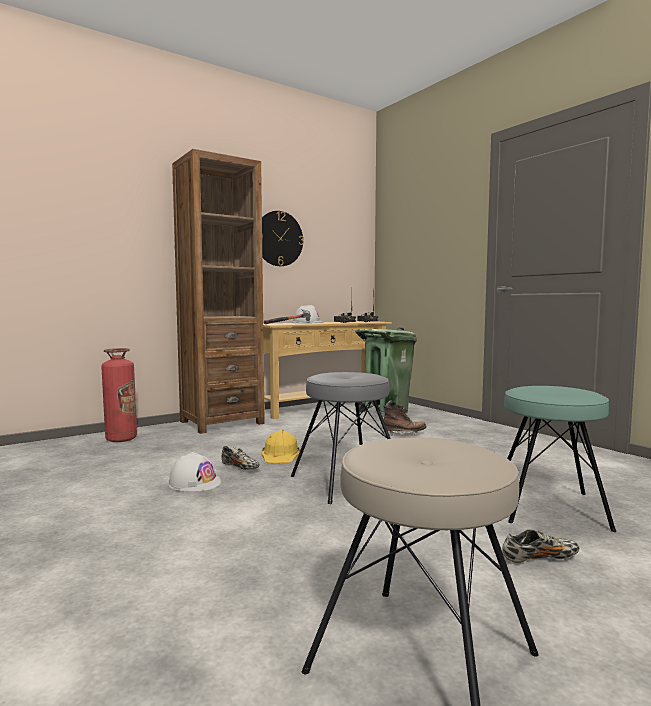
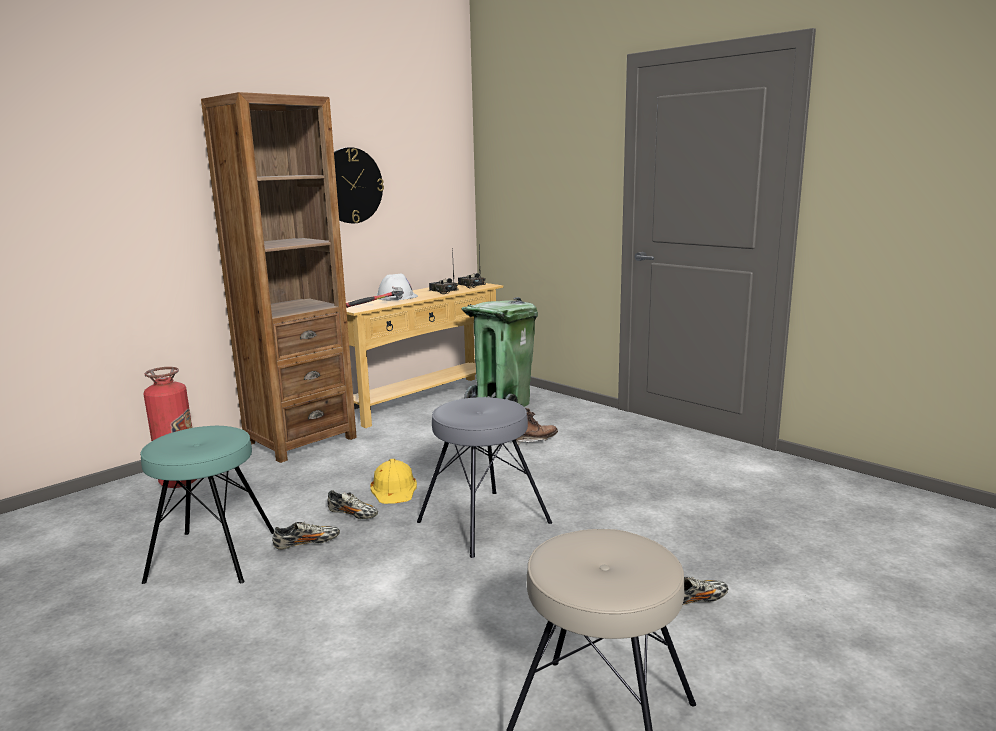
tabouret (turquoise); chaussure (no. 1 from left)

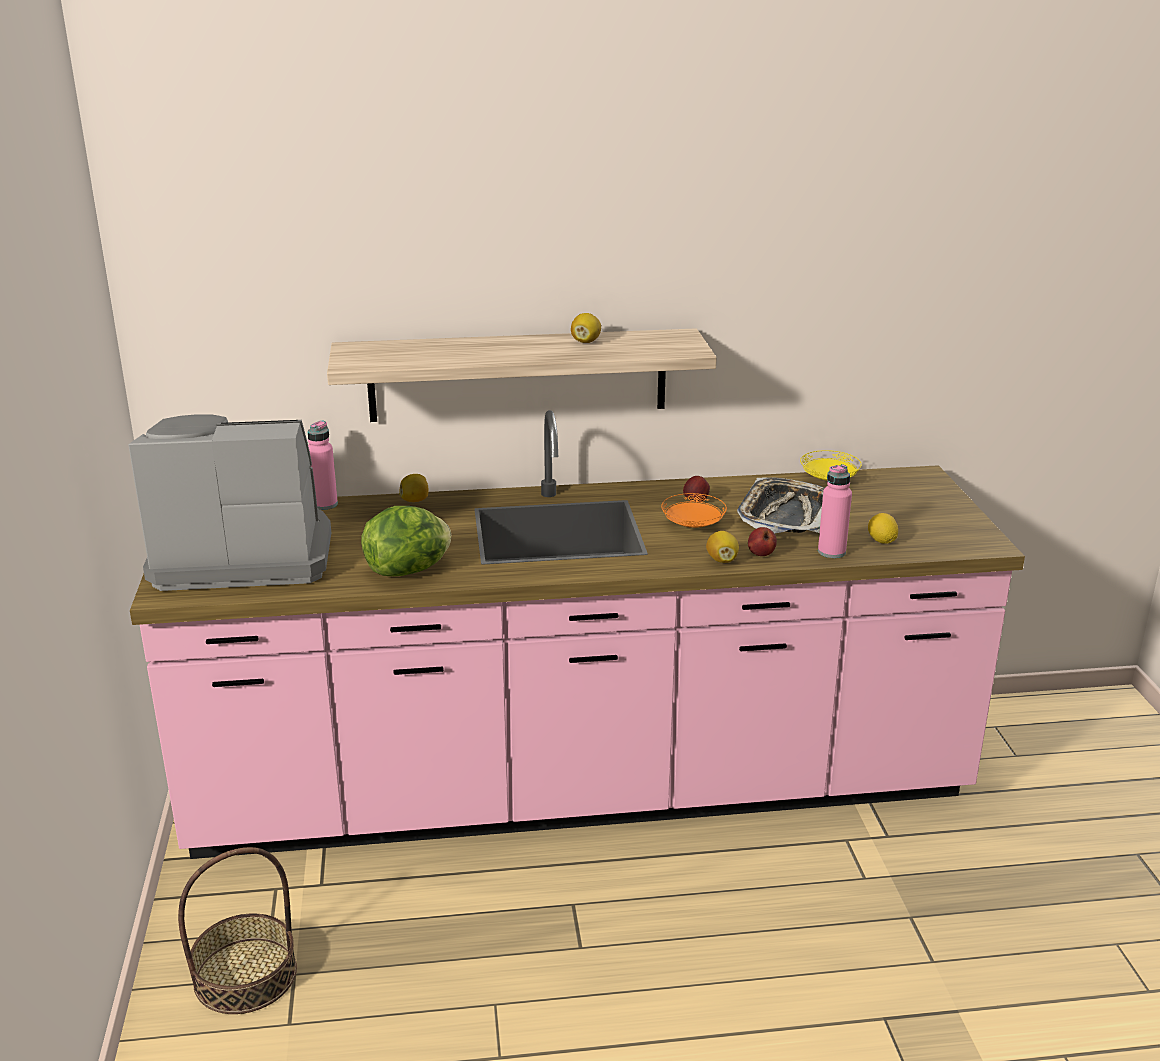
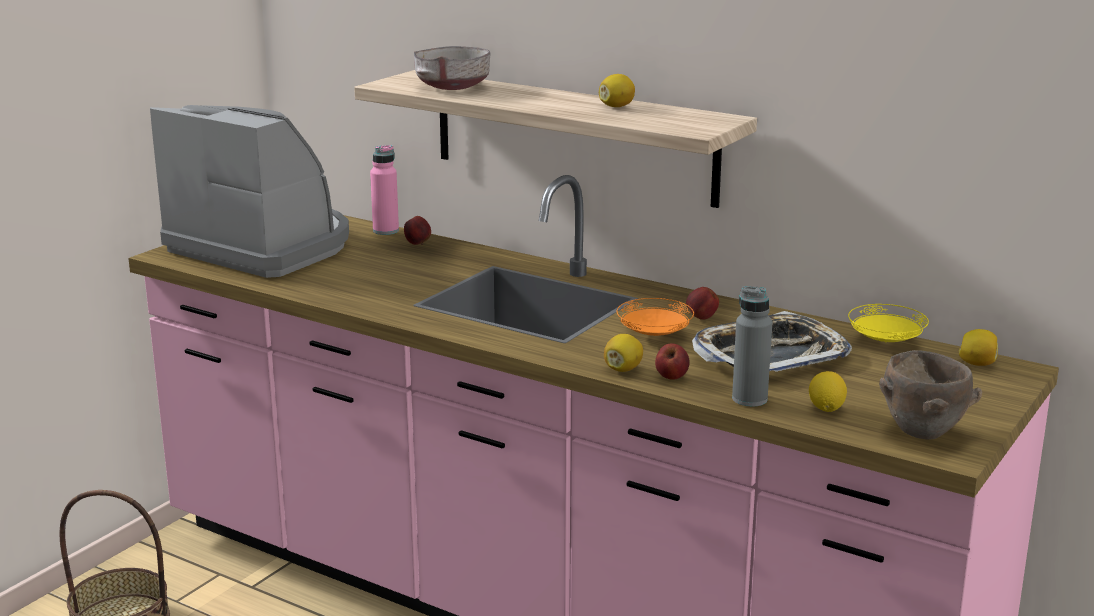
bouteille (gris); citron (no. 4 from left); laitue; bol (gris); pomme (no. 1 from left); bol (marron)

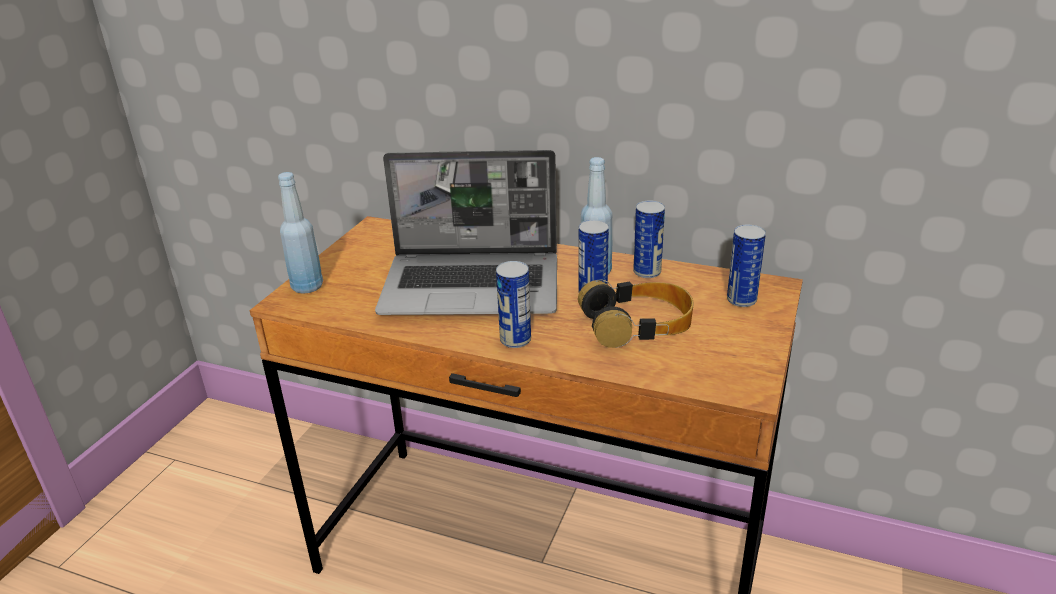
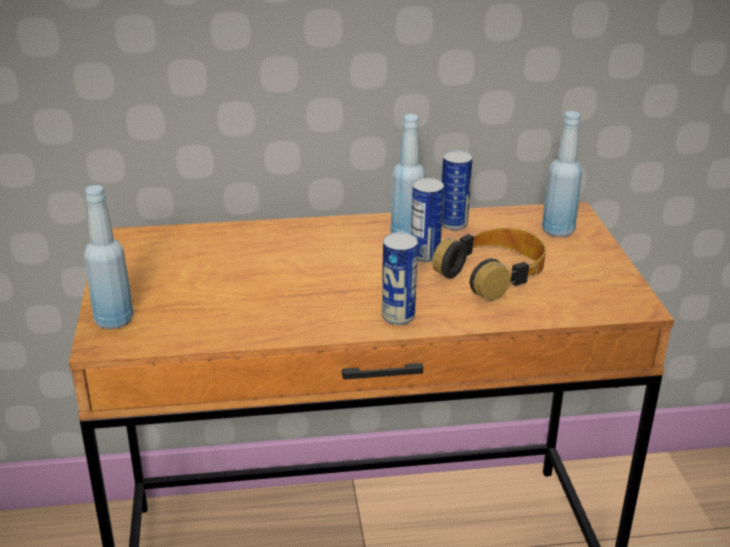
ordinateur portable; bouteille (bleu) (no. 3 from left)

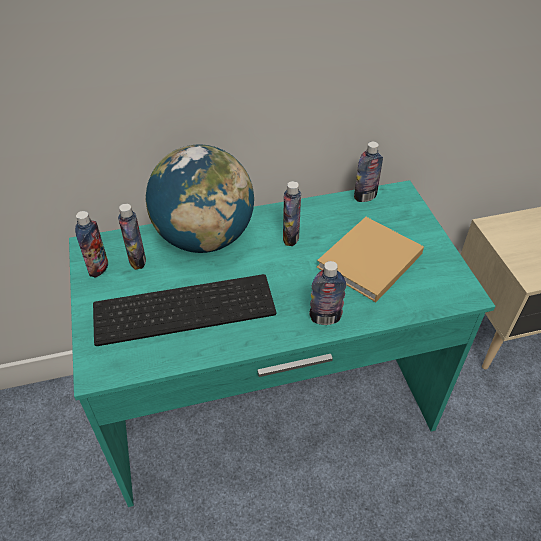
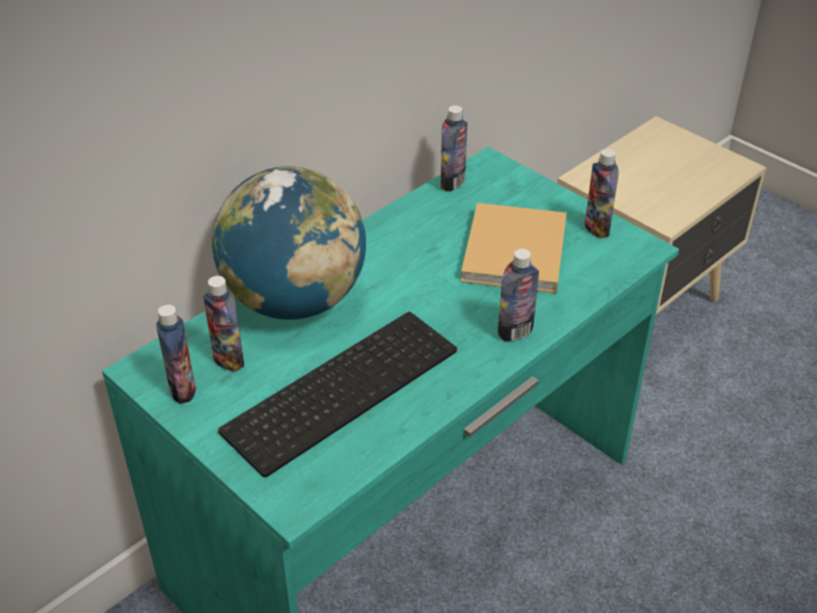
bouteille (no. 5 from left)

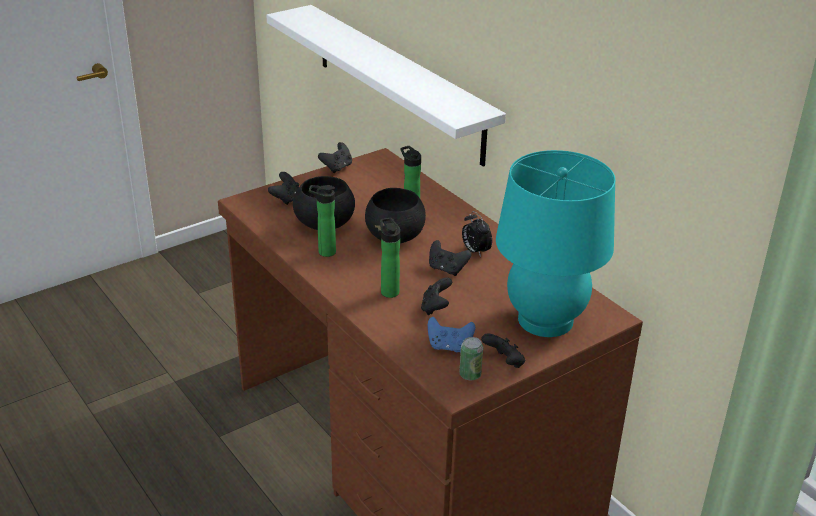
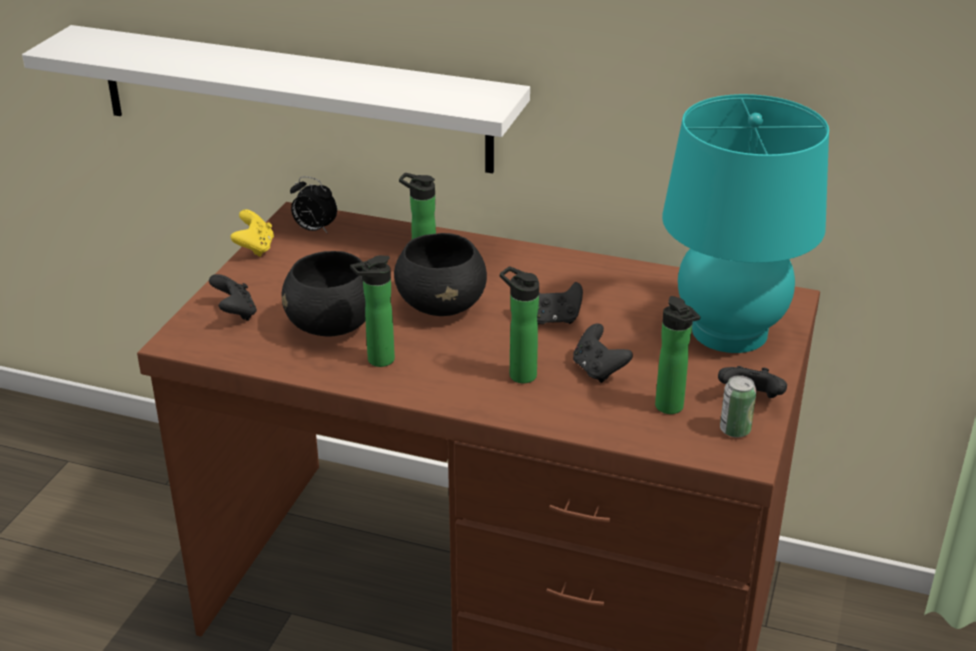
manette (jaune); réveil; bouteille (no. 4 from left)

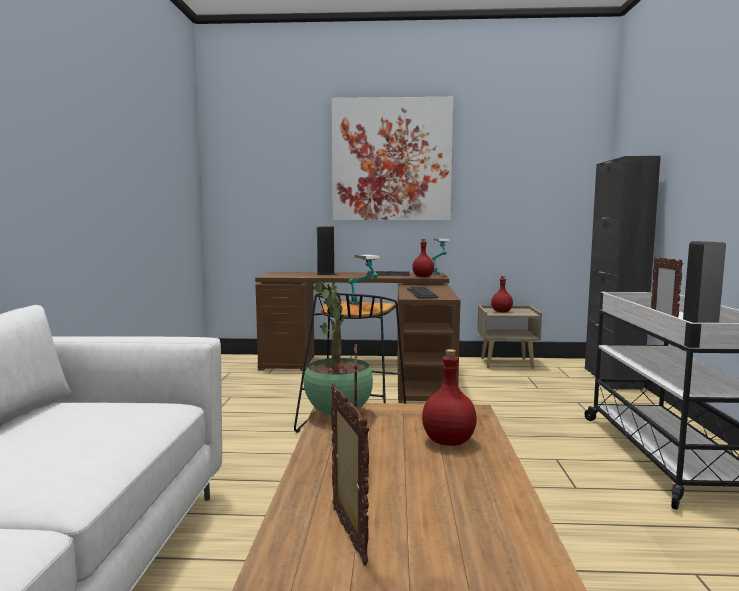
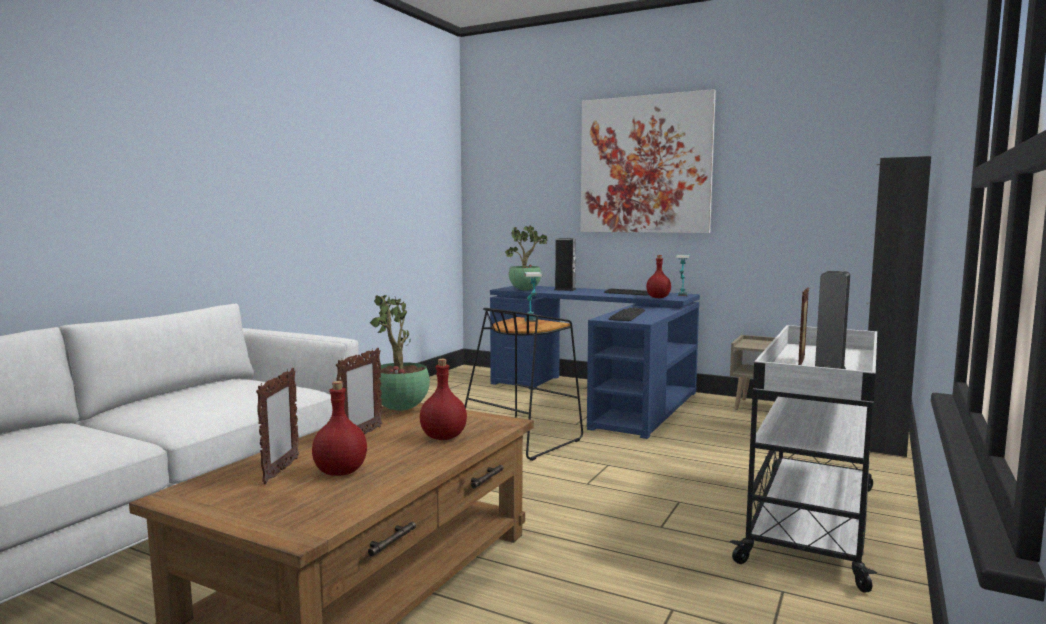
bureau (bleu); bouteille (rouge) (no. 1 from left); plante en pot (no. 2 from left)

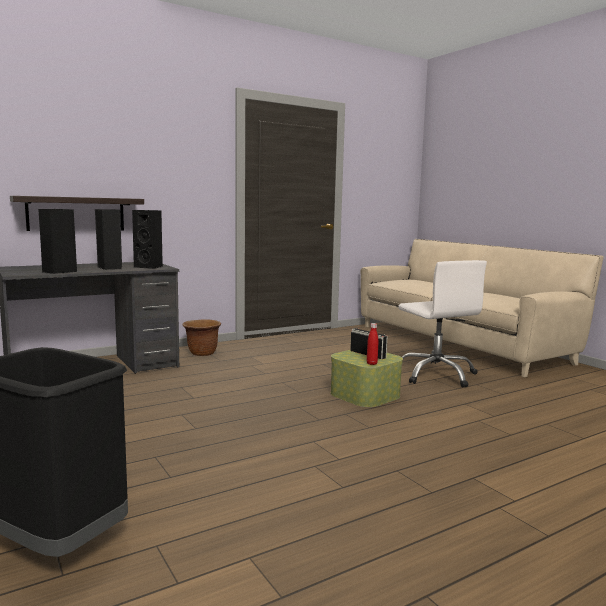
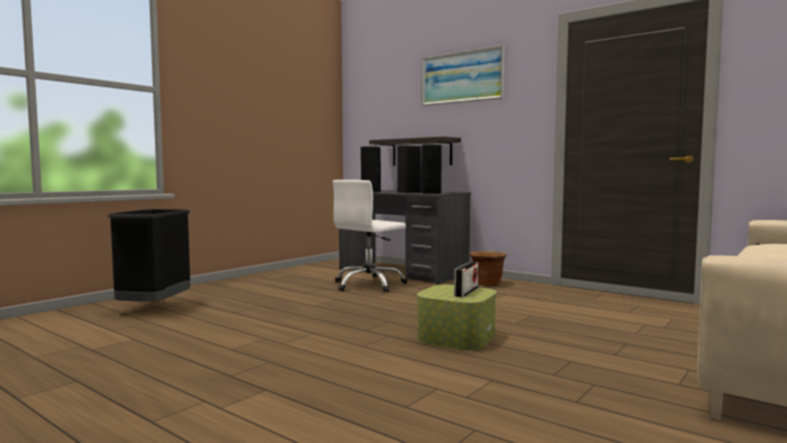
chaise de bureau (blanc); bouteille (rouge); tableau

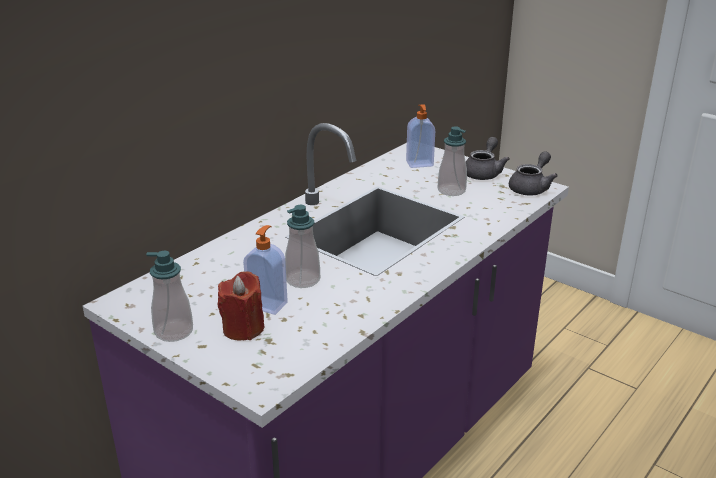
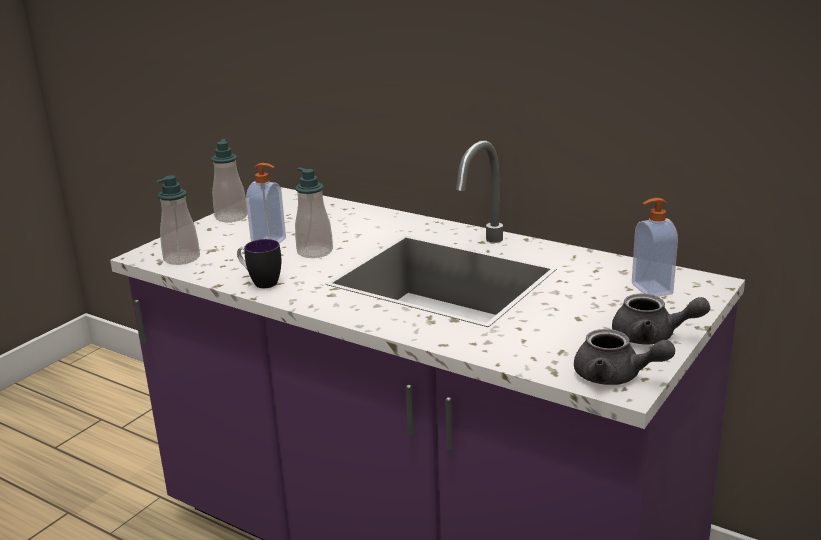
distributeur de savon (no. 1 from left); bougie (rouge); mug

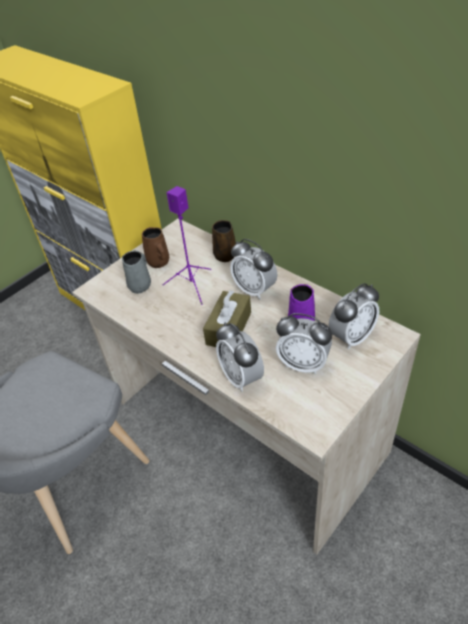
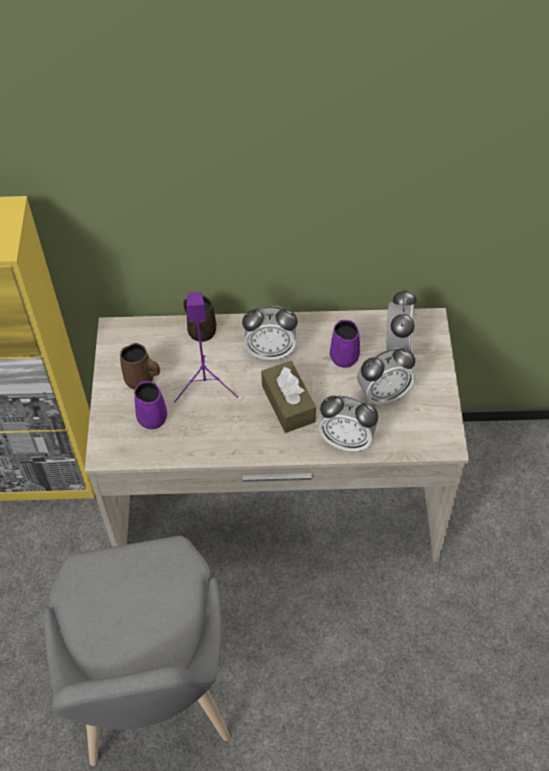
mug (violet) (no. 1 from left)

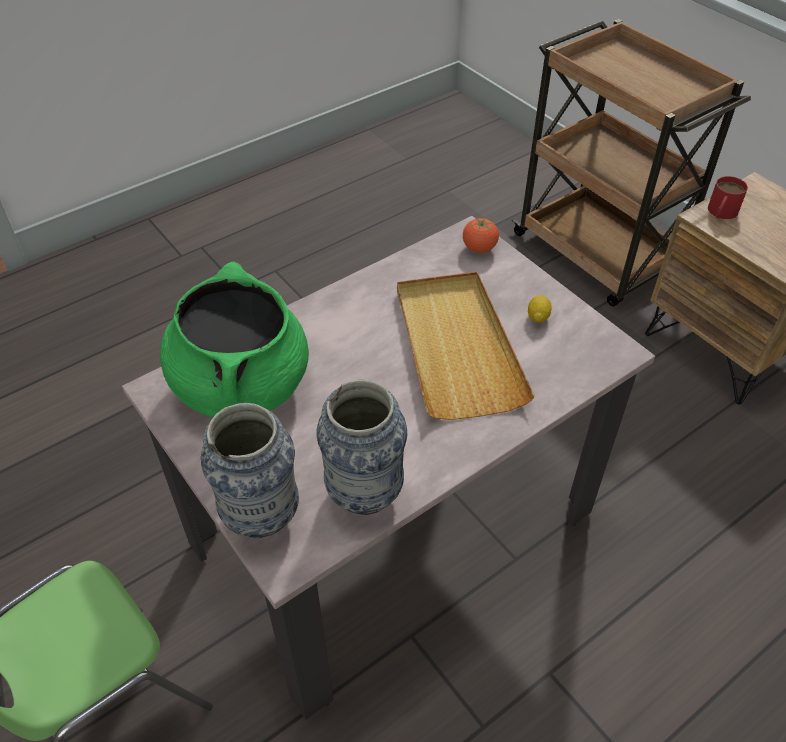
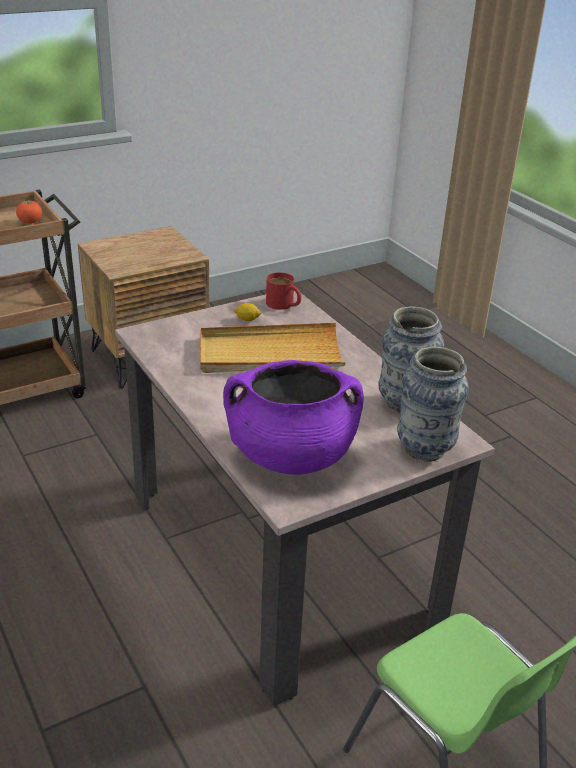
mug (rouge); tomate; marmite (violet)

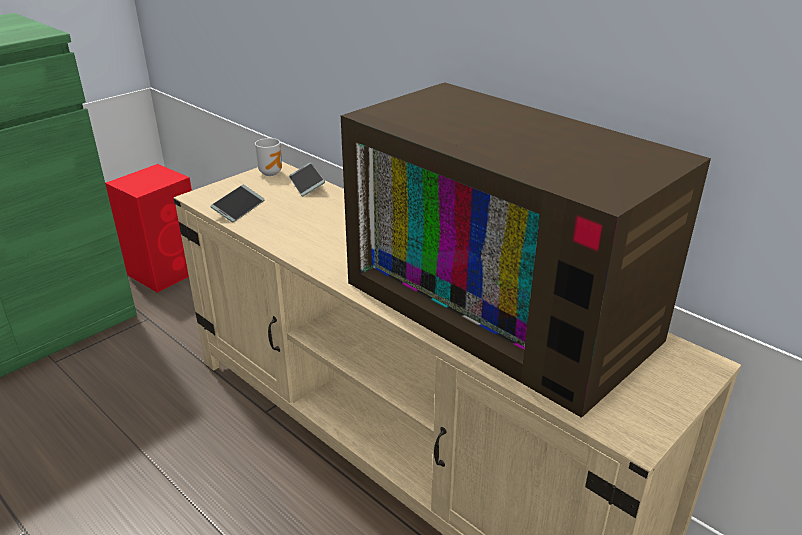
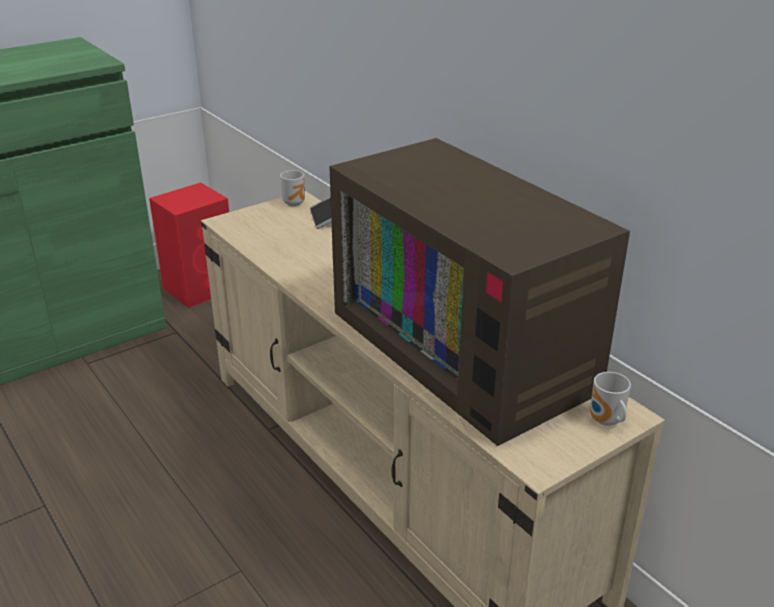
téléphone (no. 1 from left in the first image); mug (no. 2 from left)

